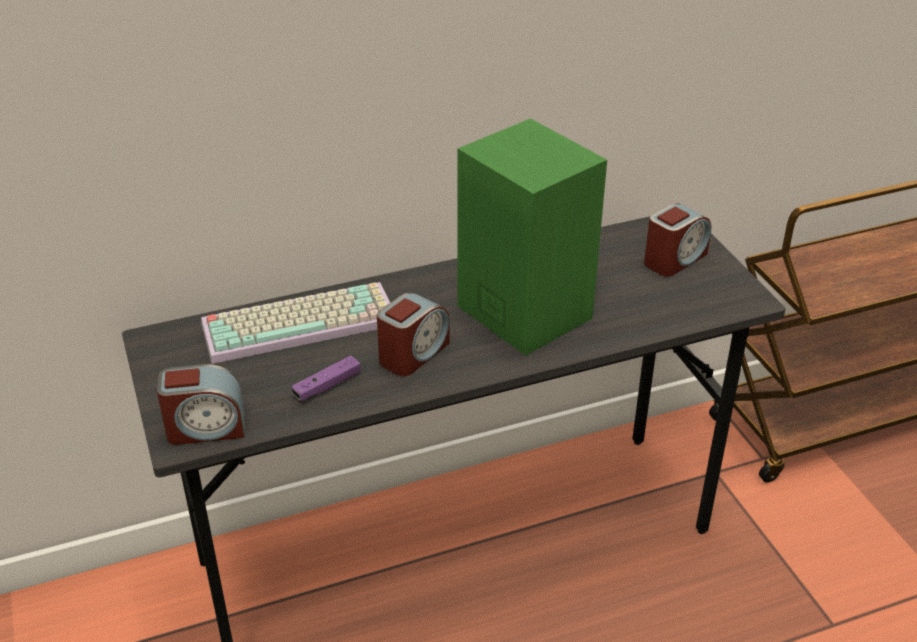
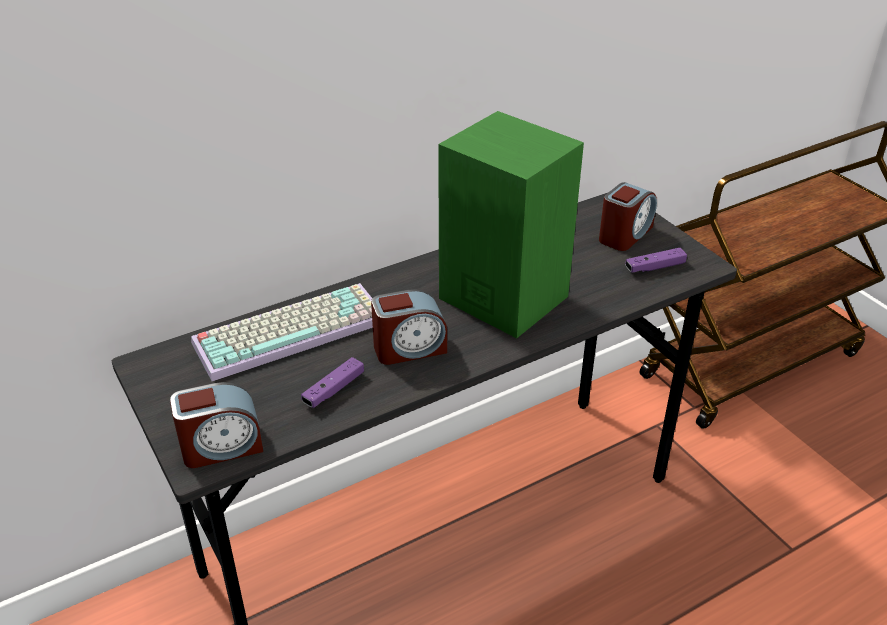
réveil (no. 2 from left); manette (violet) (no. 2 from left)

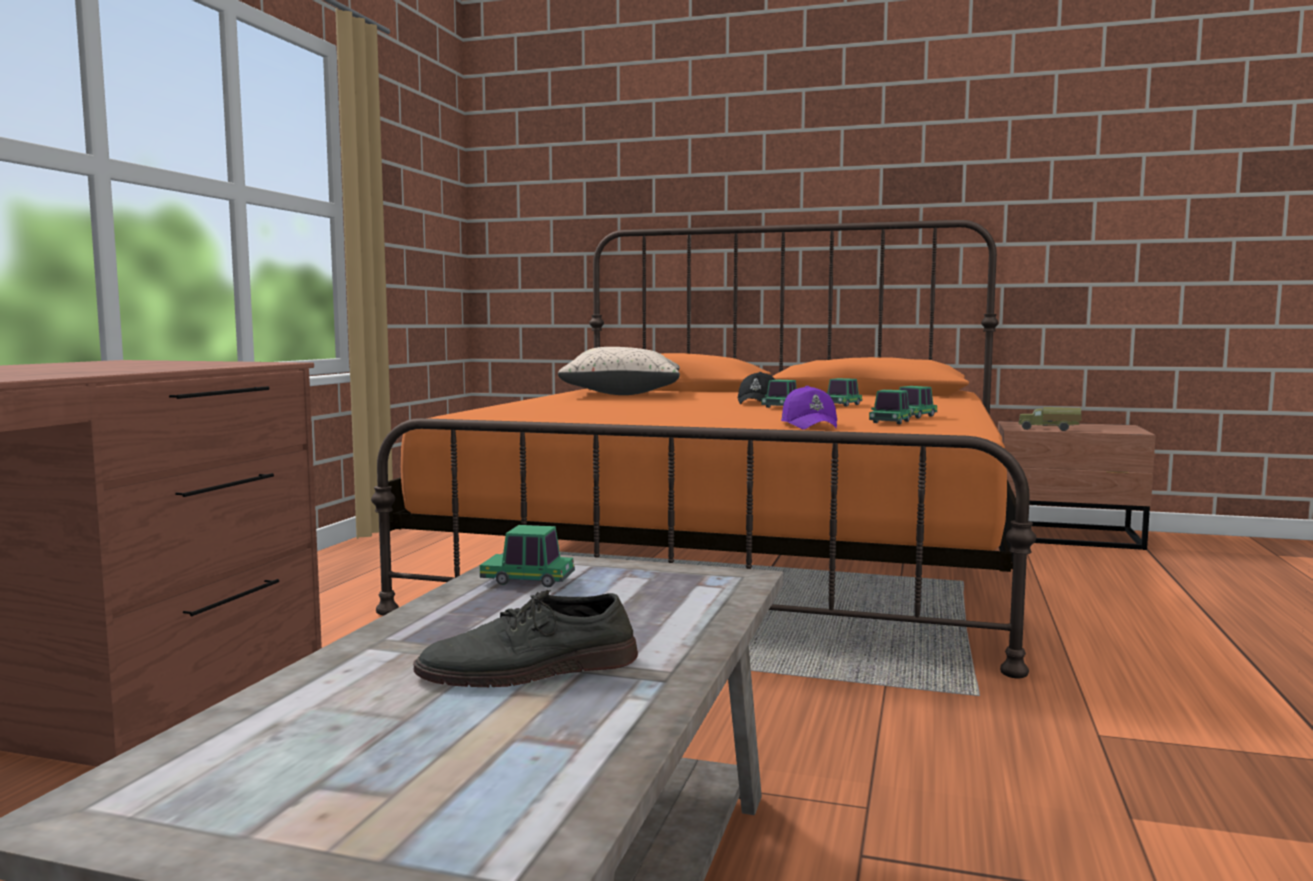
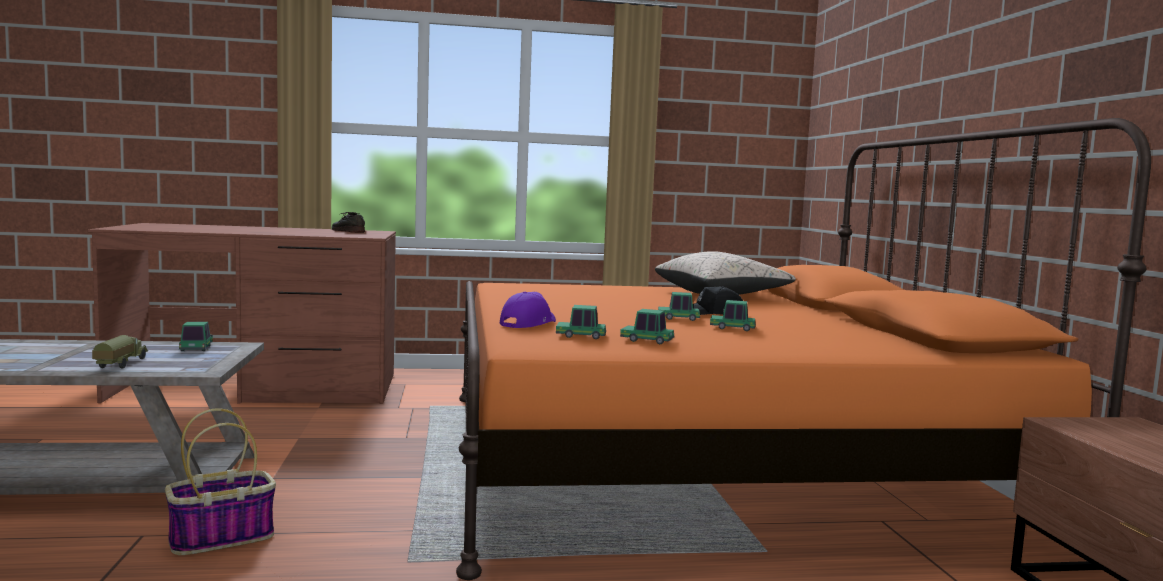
casquette (violet); camion jouet; chaussure (gris); panier

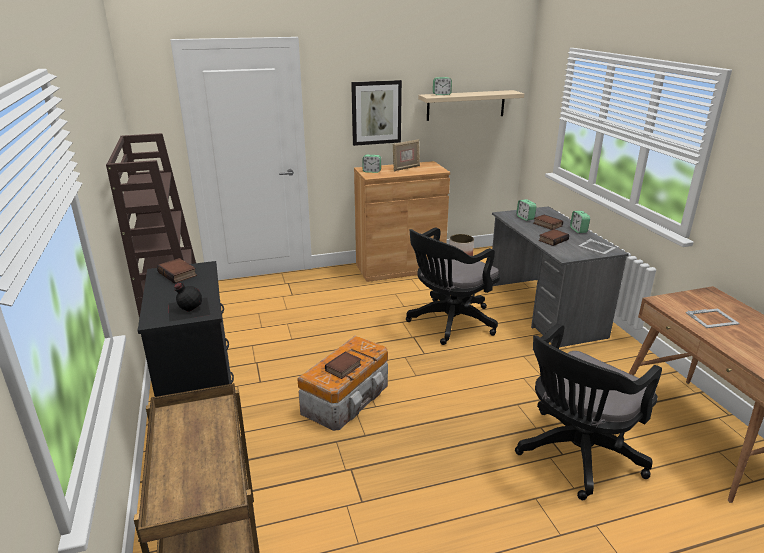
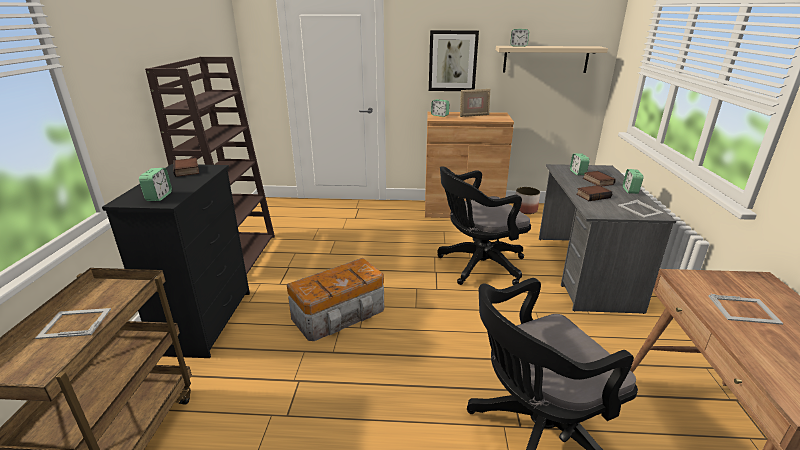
réveil (no. 1 from left); livre (no. 2 from left in the first image); cadre photo (no. 1 from left)

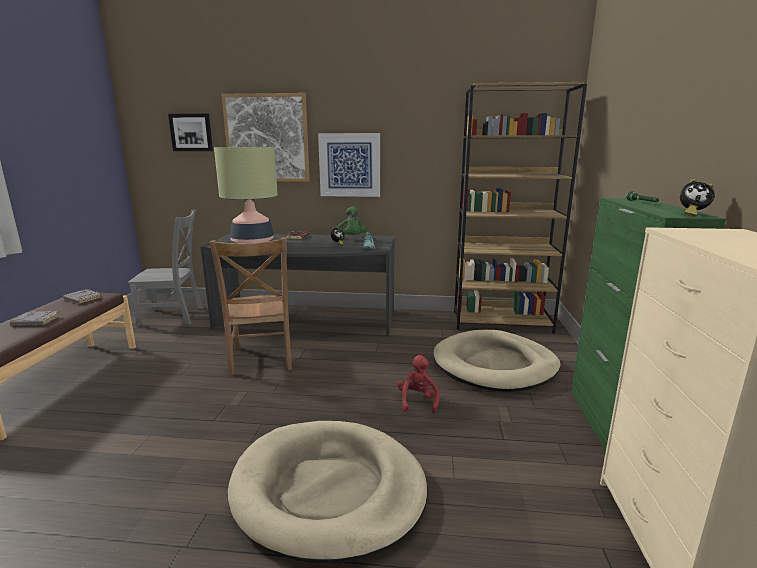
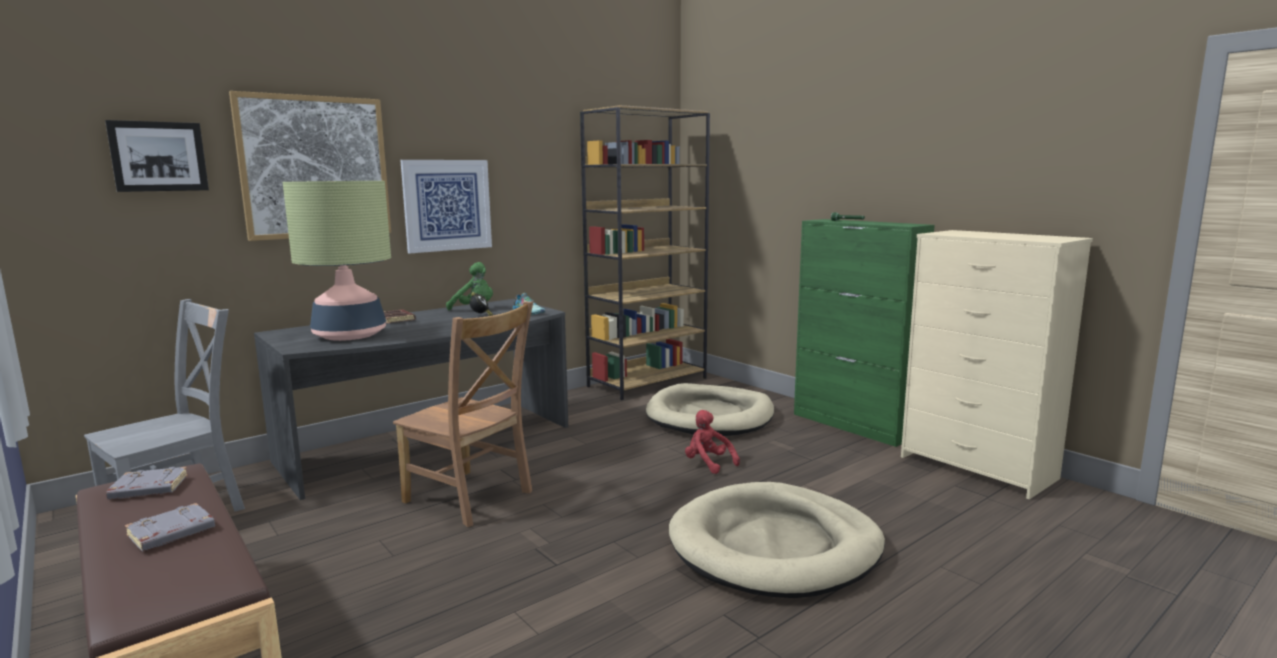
réveil (no. 2 from left in the first image)

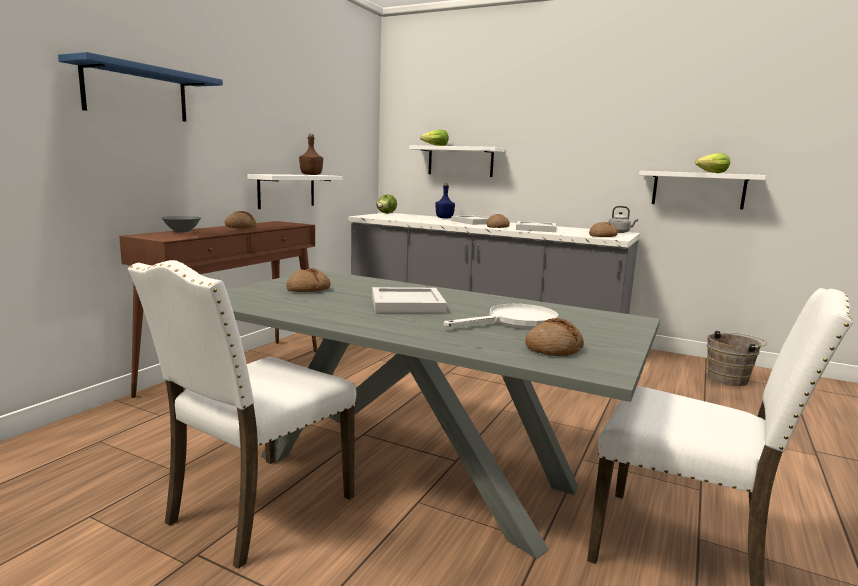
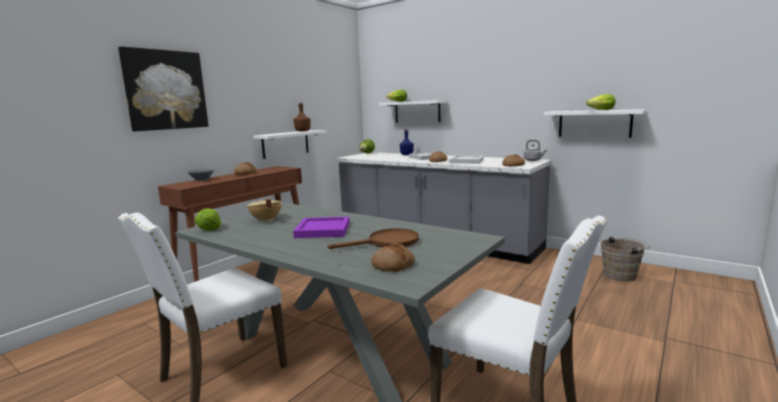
tableau; marmite (beige); plateau (violet); poêle (marron); laitue (no. 1 from left)

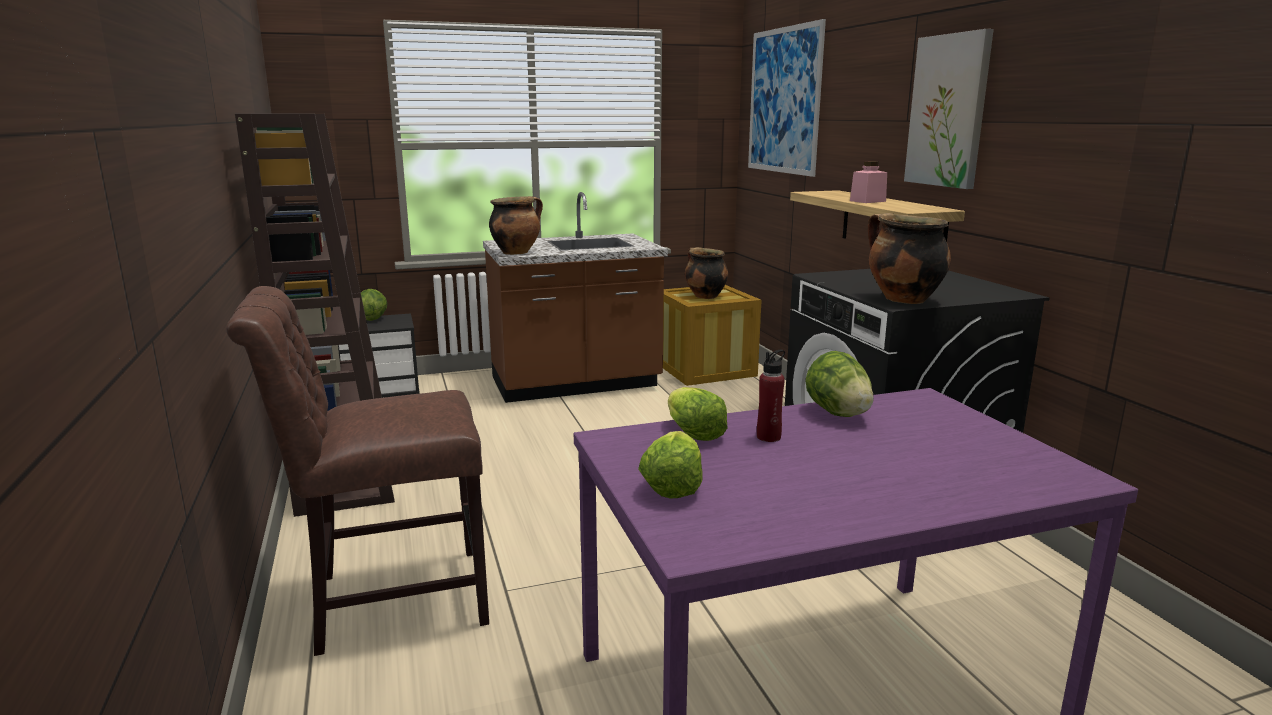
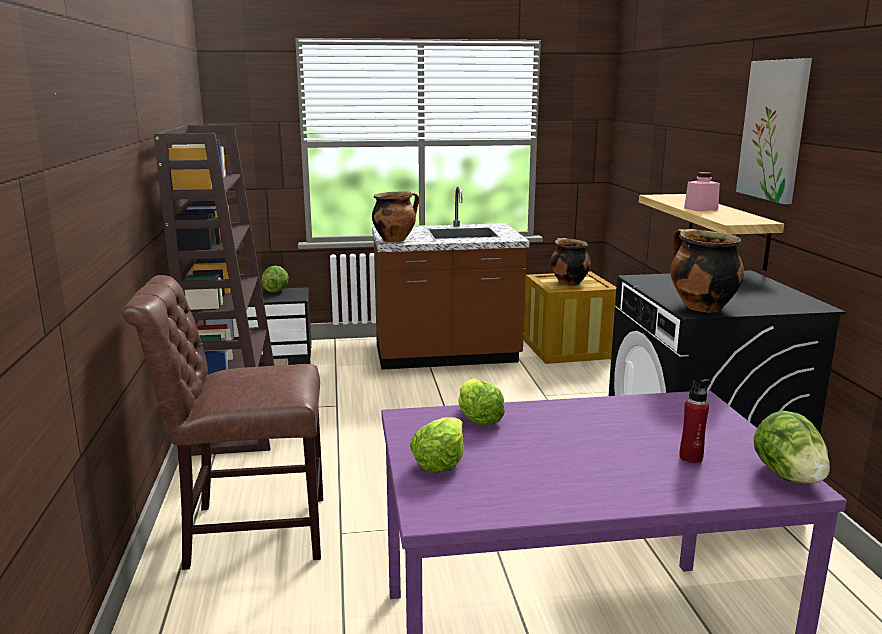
tableau (no. 1 from left in the first image); bouteille (rouge); laitue (no. 4 from left)

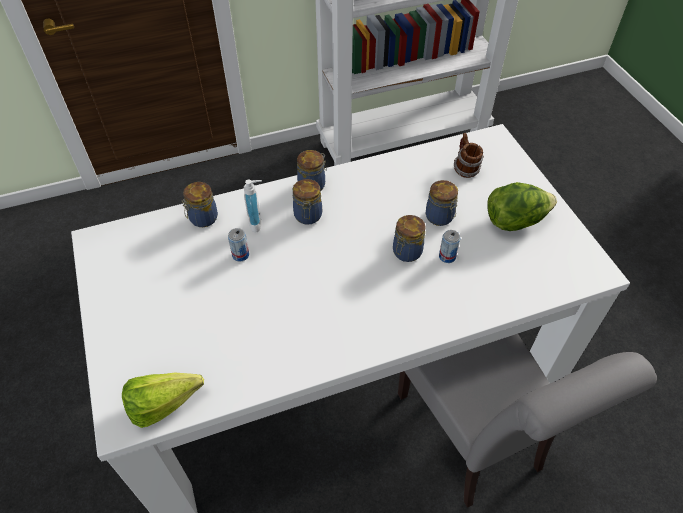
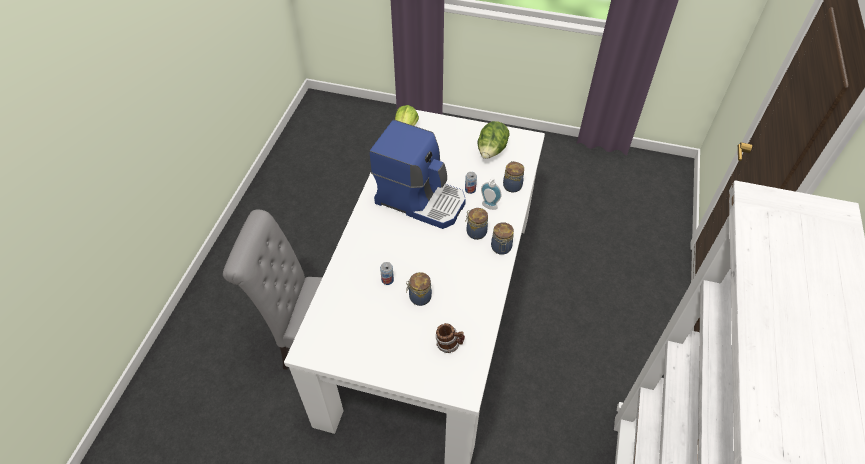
laitue (no. 2 from left); bocal (no. 4 from left in the first image); machine à café

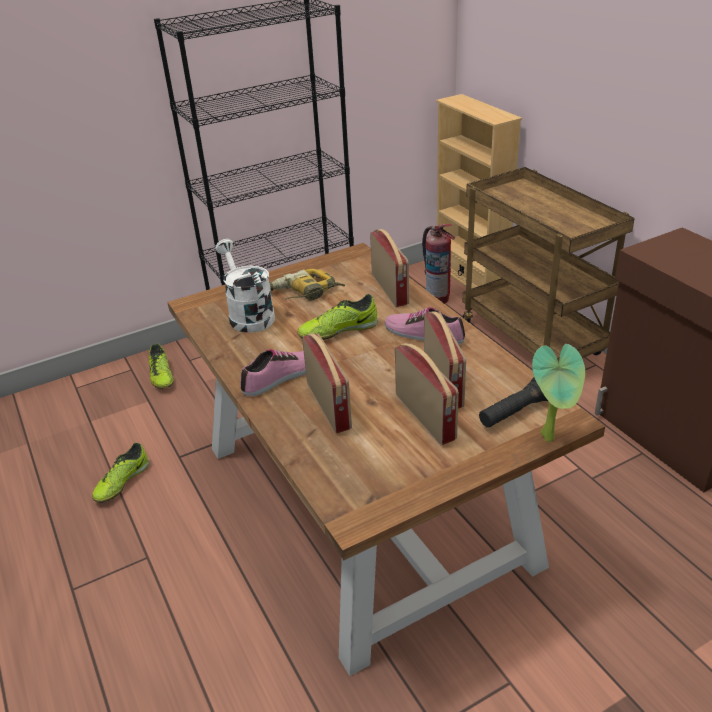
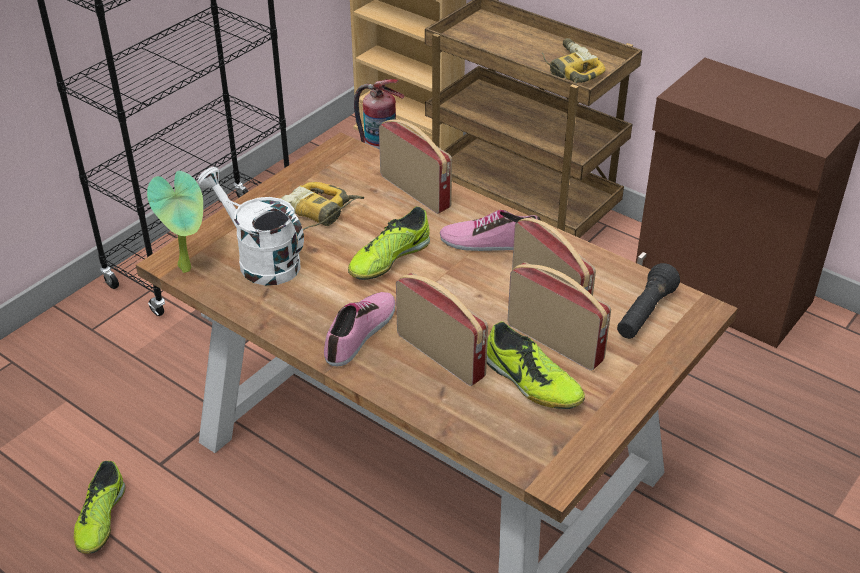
chaussure (no. 5 from left); plante en pot; perceuse (no. 2 from left)

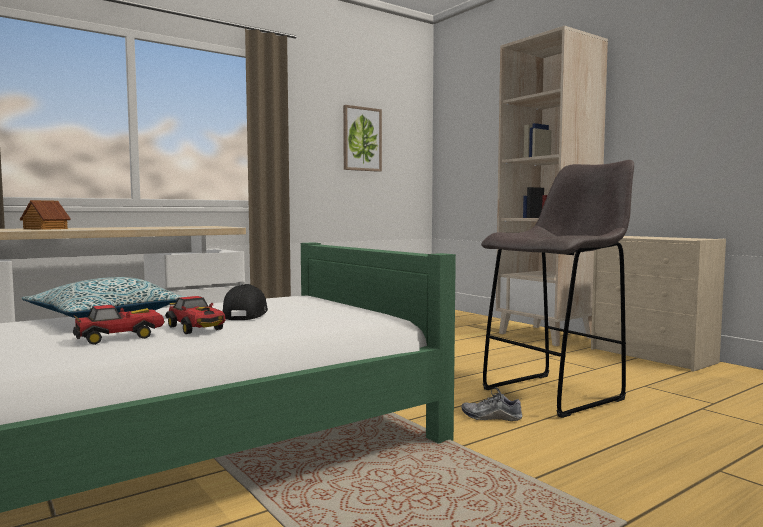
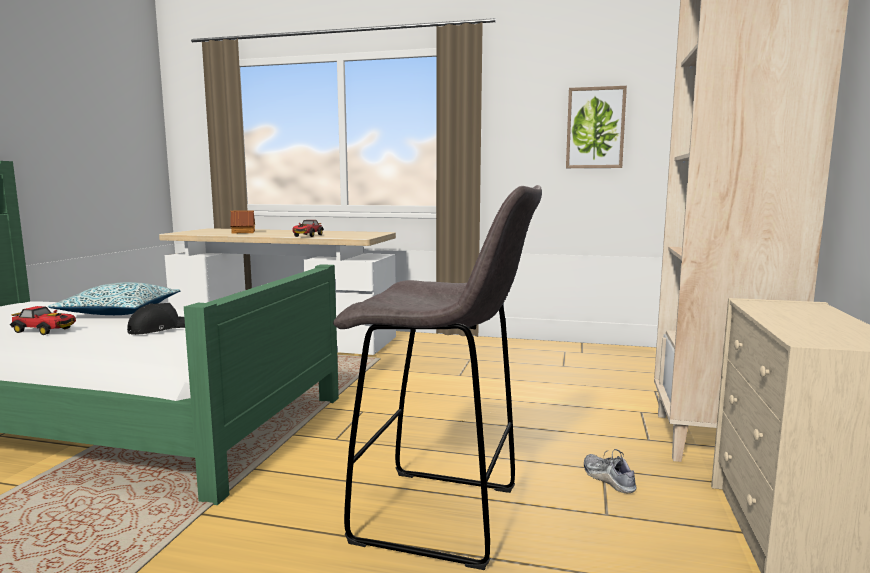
petite voiture (no. 2 from left); chaussure

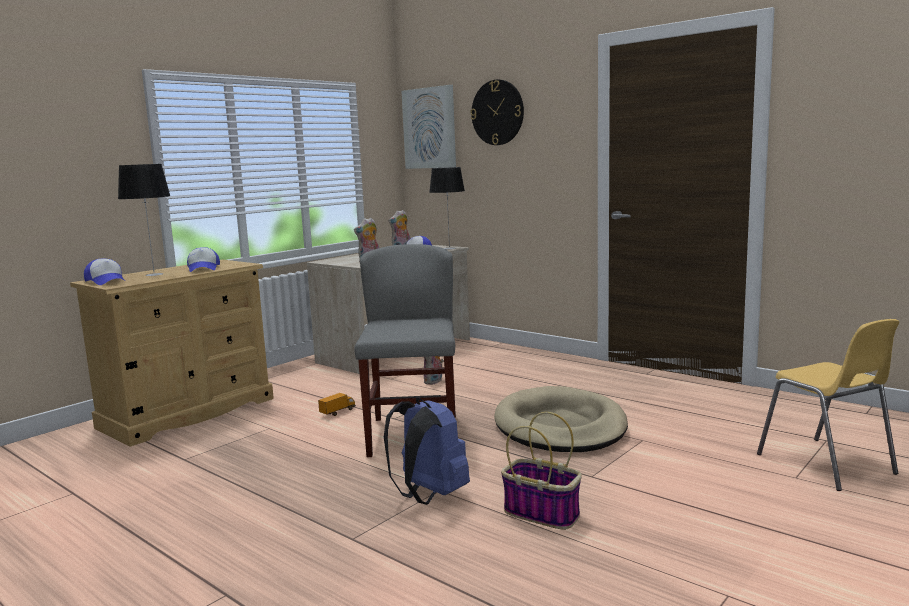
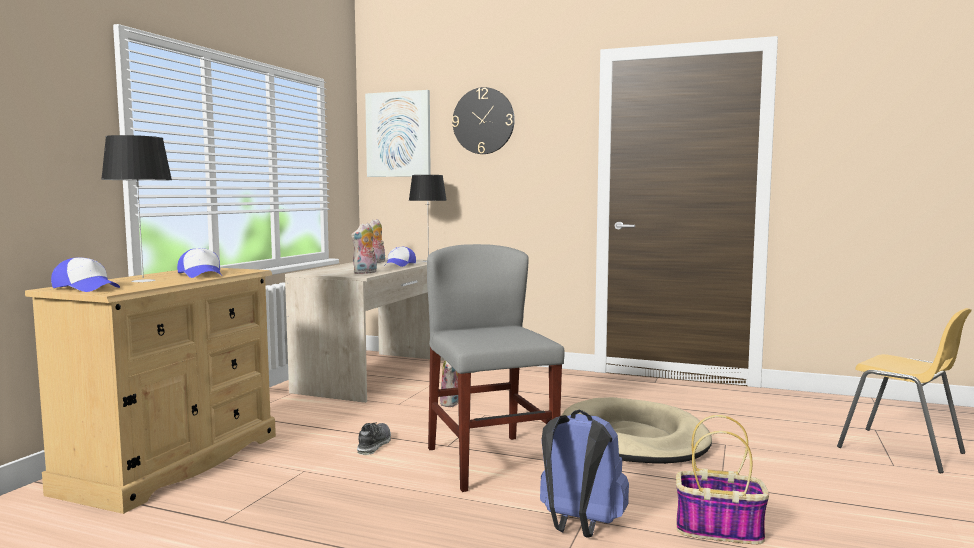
chaussure

